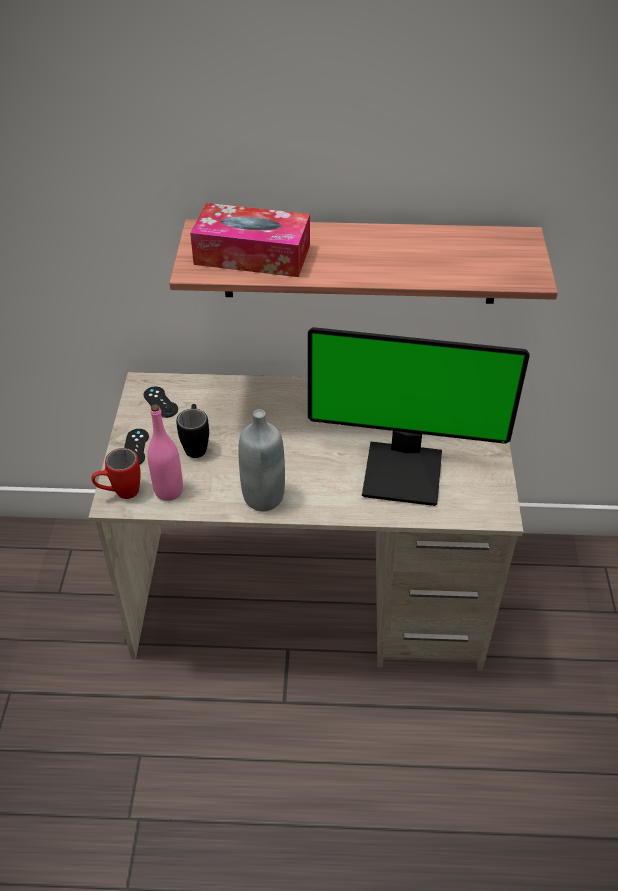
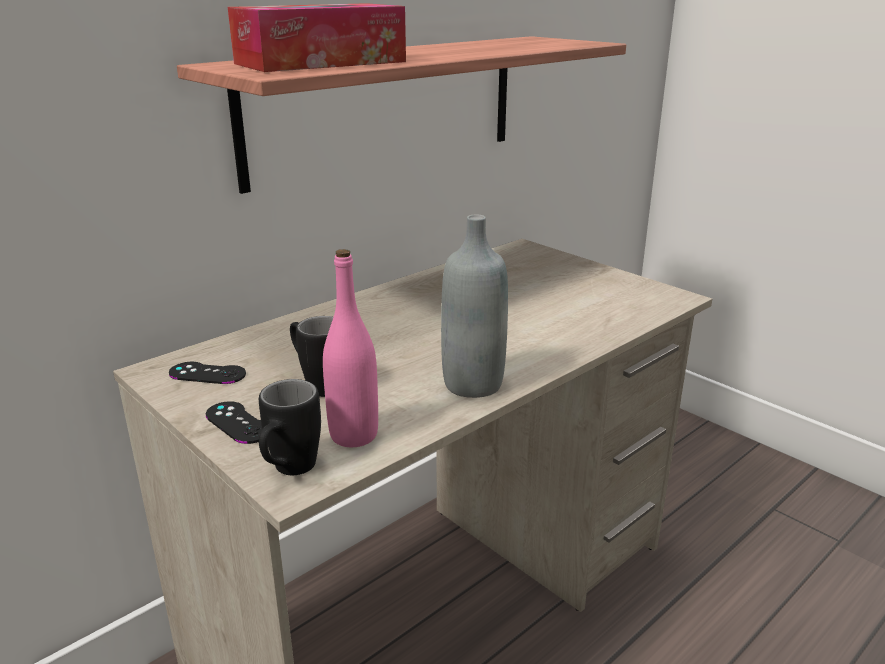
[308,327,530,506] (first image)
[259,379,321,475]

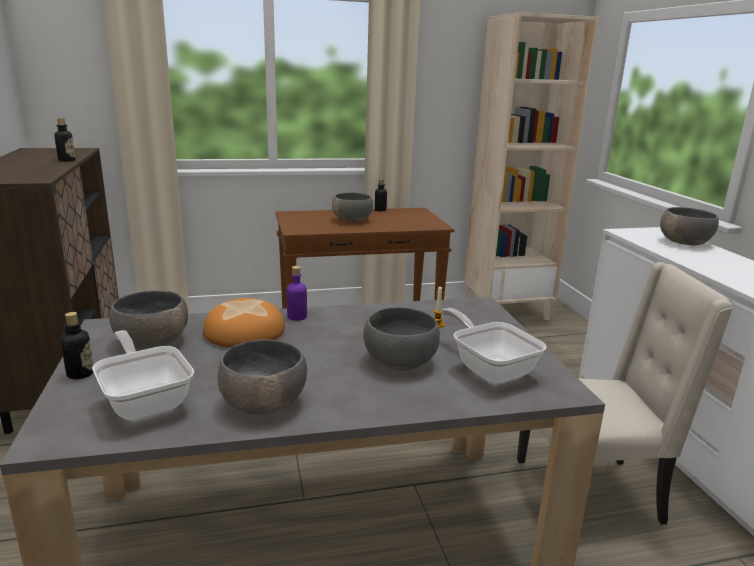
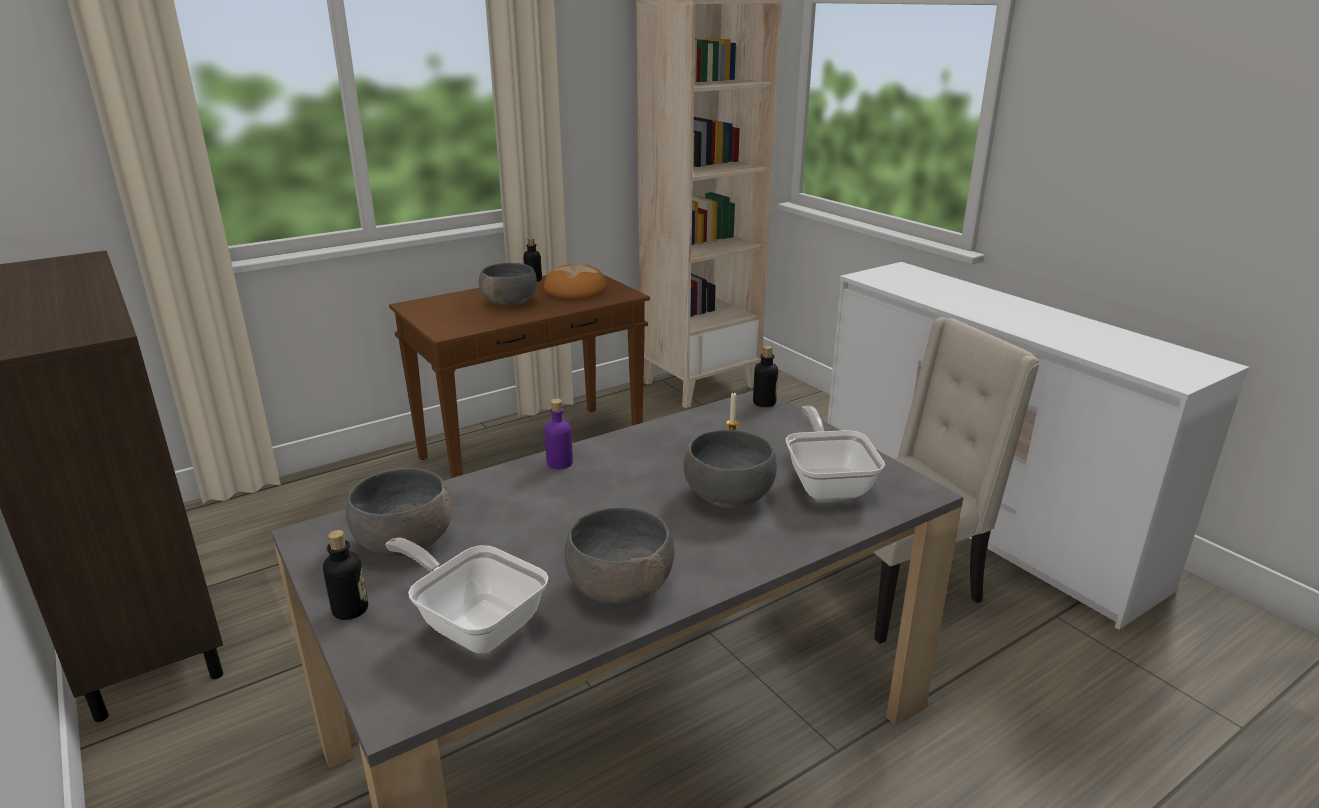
[660,207,719,246] (first image)
[753,345,778,407]
[544,264,607,298]
[786,406,885,500]

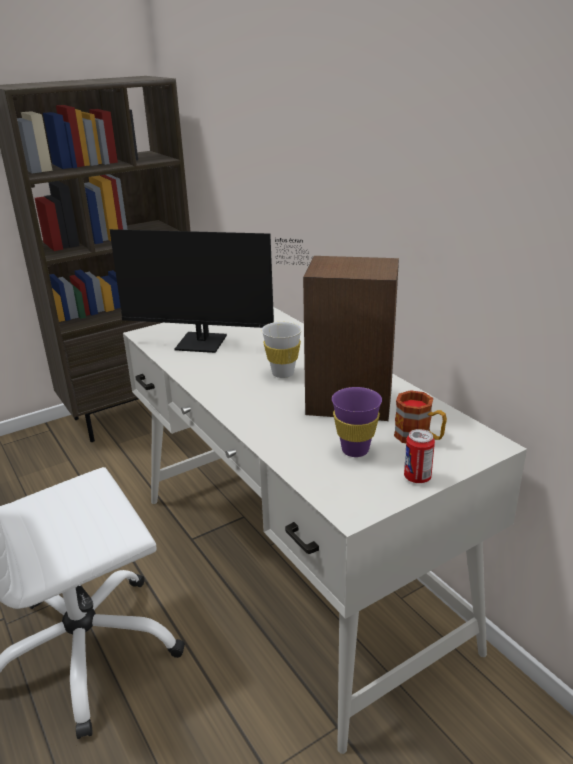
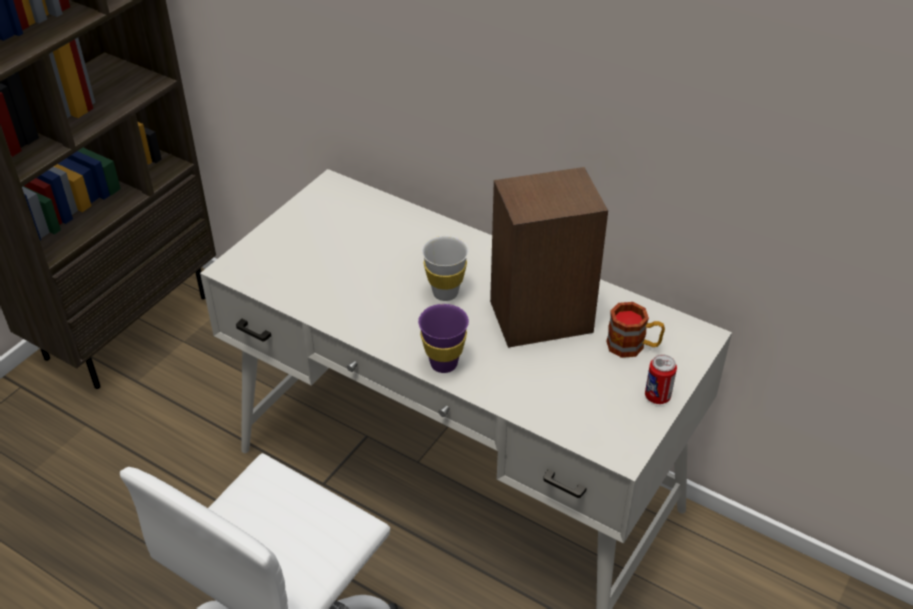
[110,229,309,353] (first image)
[418,304,469,373]

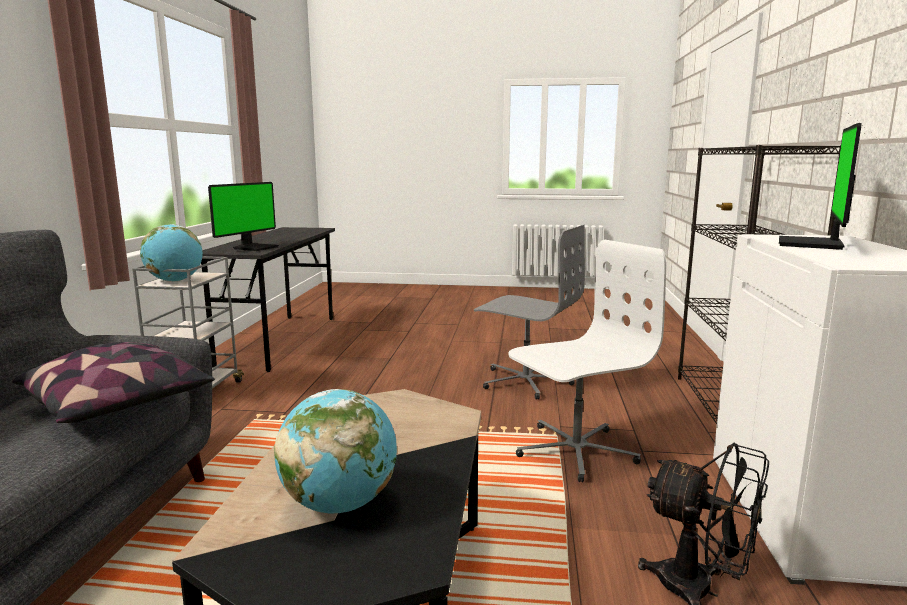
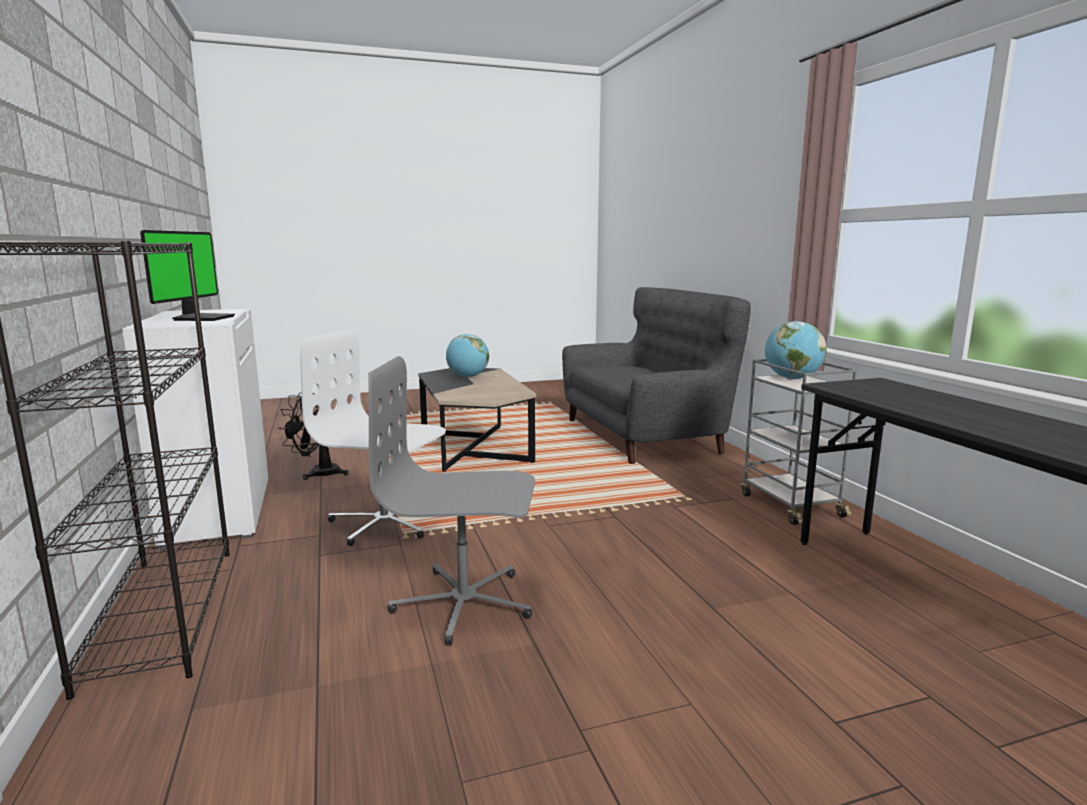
[12,342,215,423] (first image)
[208,182,279,251] (first image)
[300,329,446,546]

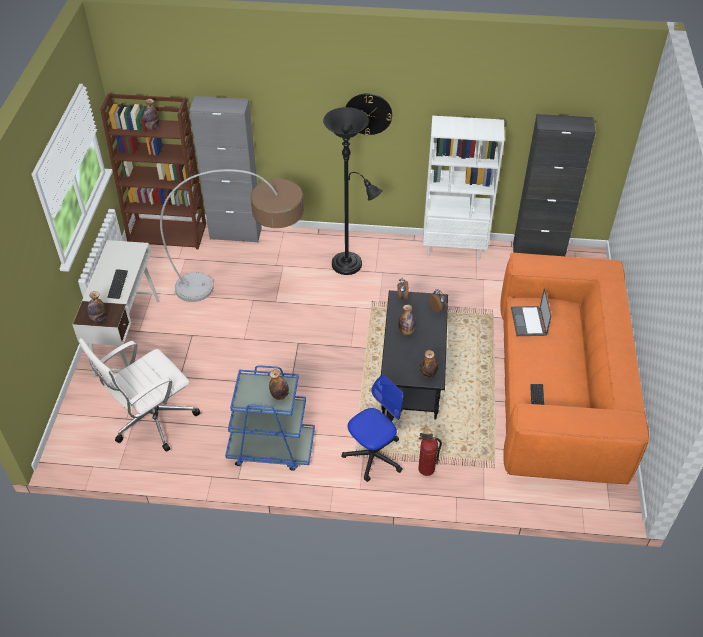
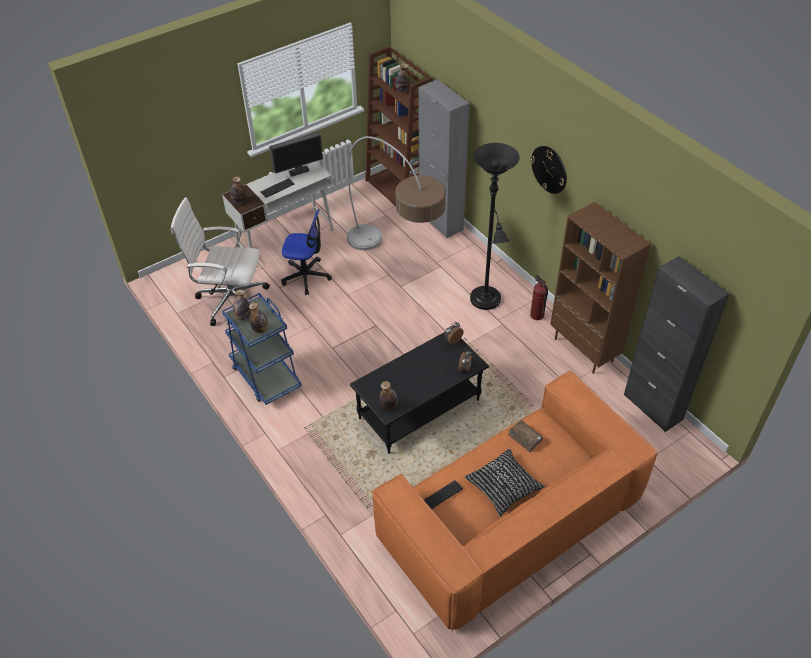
[269,132,323,177]
[465,449,545,517]
[281,209,332,295]
[233,290,251,320]
[530,275,548,320]
[508,420,543,452]
[550,202,651,374]

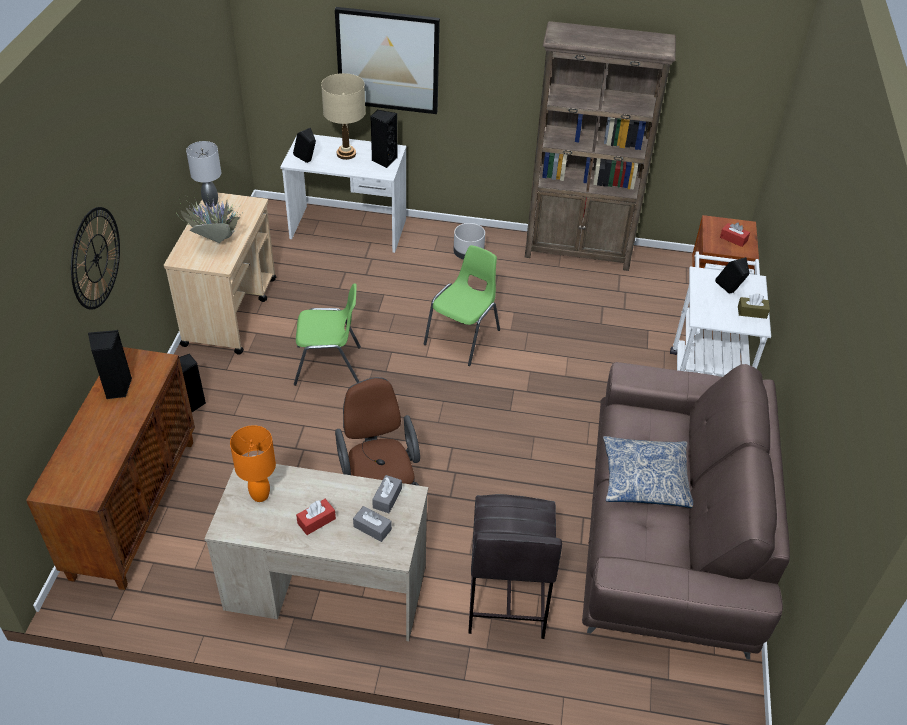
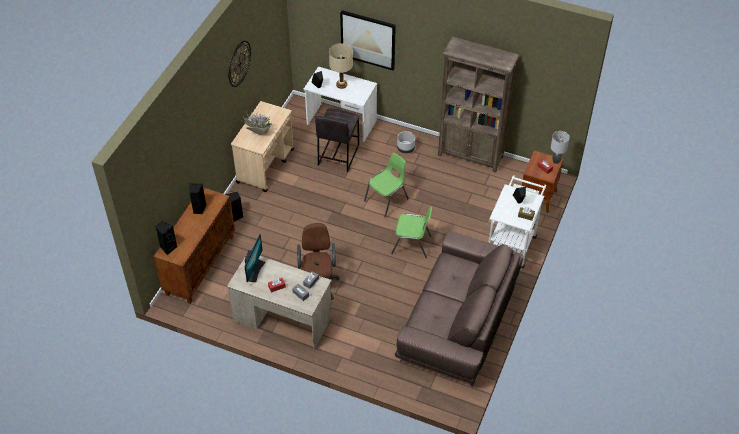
[603,436,693,508] (first image)
[229,41,251,87]
[551,131,570,164]
[391,207,432,258]
[155,221,177,255]
[315,108,359,172]
[245,234,265,283]

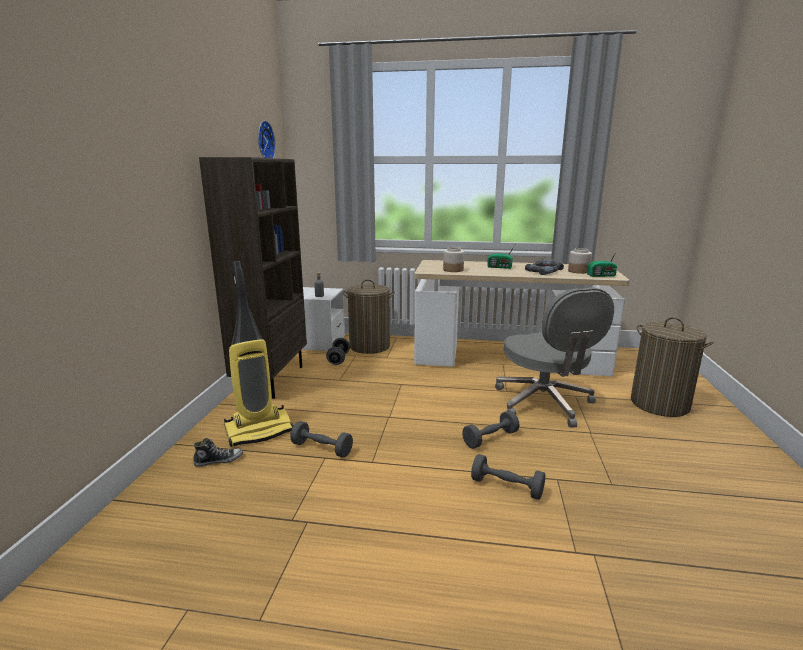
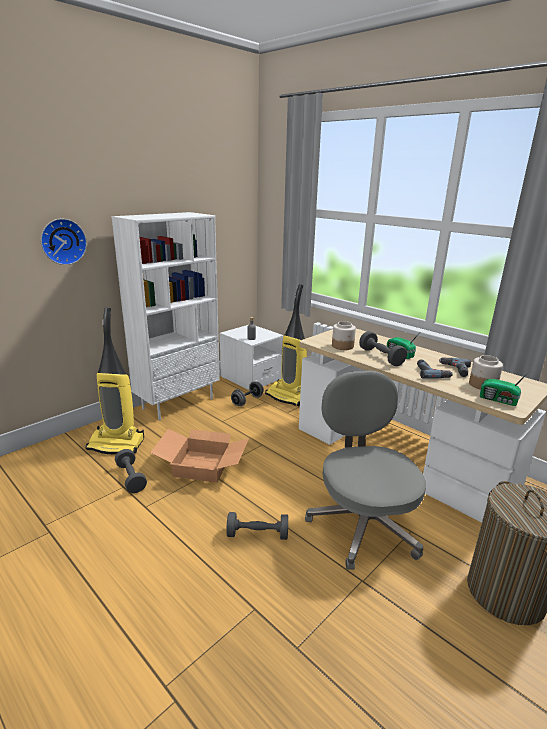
[193,438,243,467] (first image)
[150,429,249,483]
[41,218,87,265]
[359,331,407,366]
[265,284,307,406]
[111,212,220,420]
[305,371,426,569]

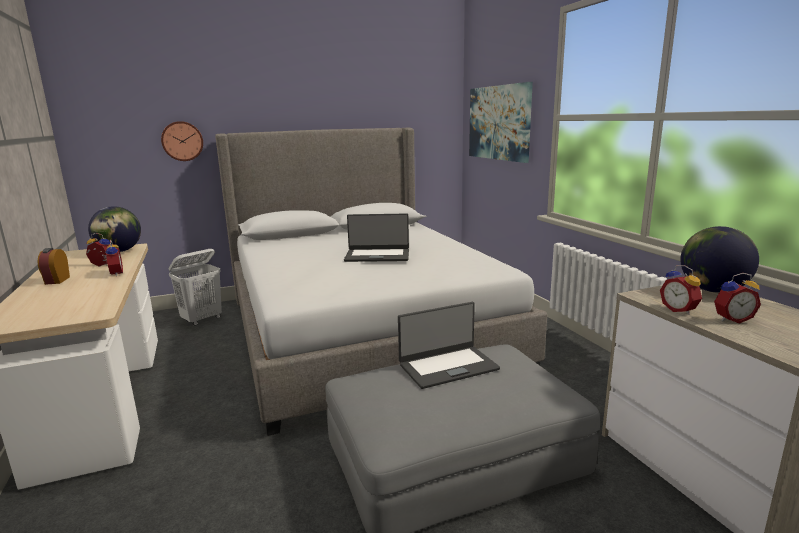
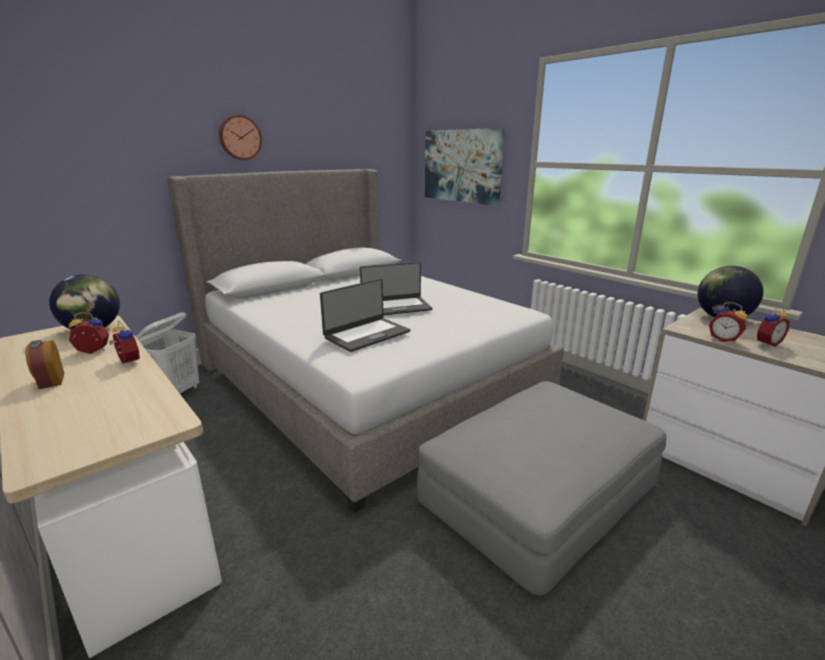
[219,115,262,160]
[320,279,410,352]

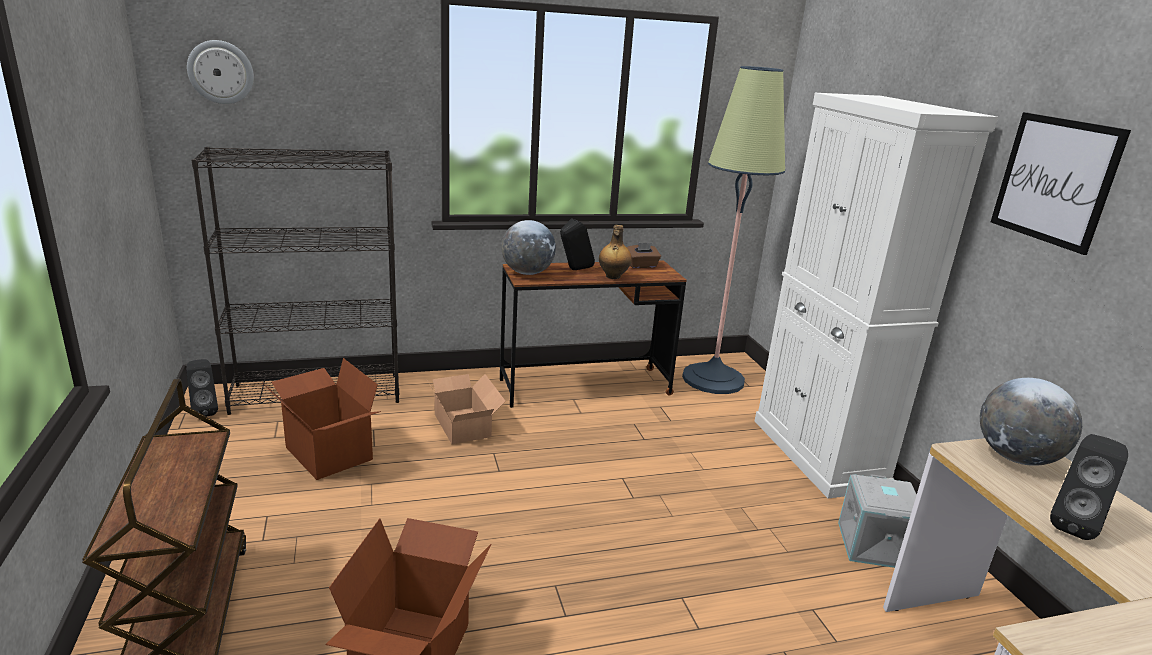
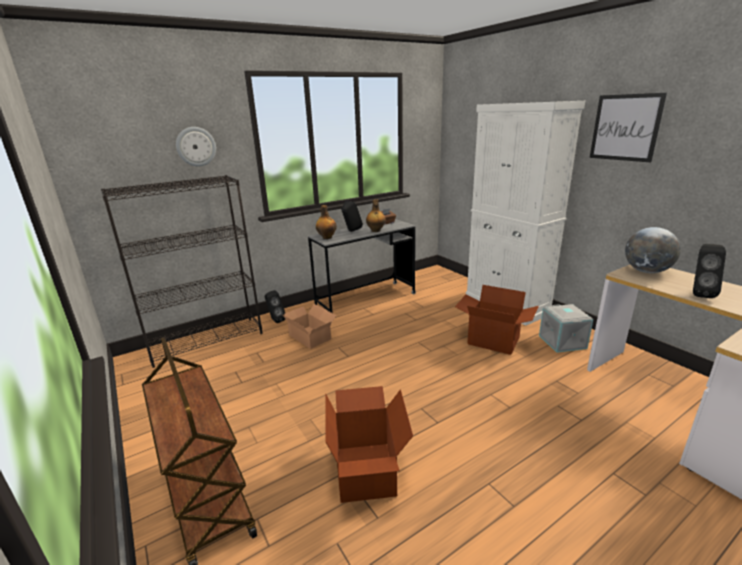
[682,66,785,394] (first image)
[265,290,285,323]
[176,127,216,166]
[455,285,539,355]
[316,205,337,239]
[308,219,416,313]

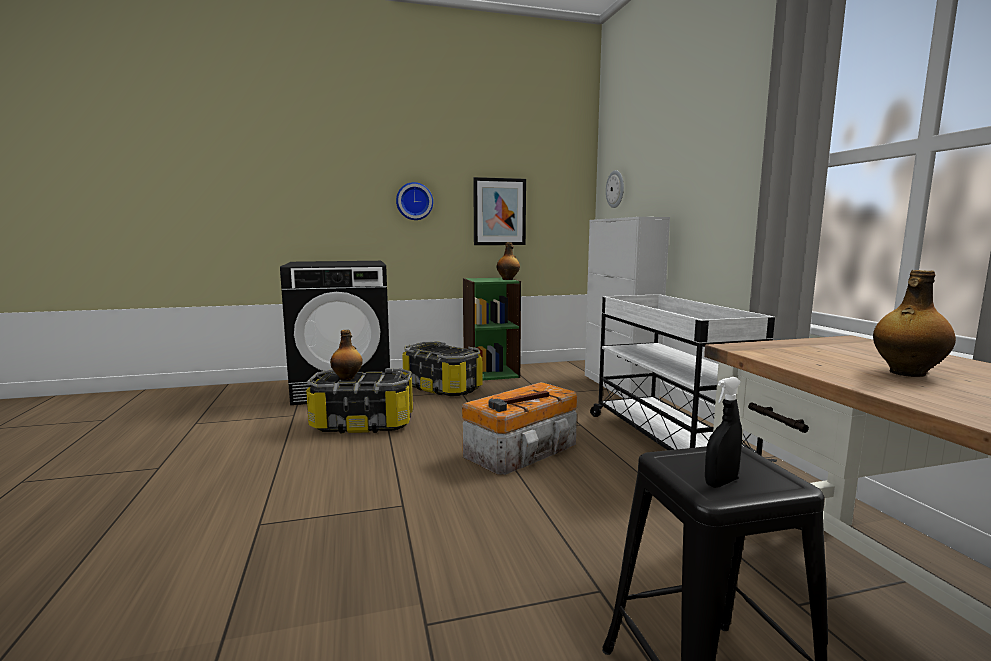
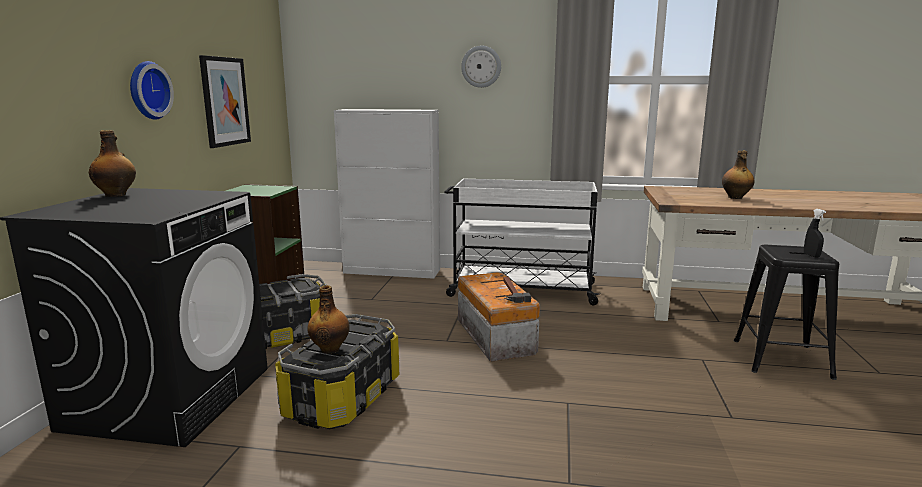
[89,130,136,197]
[461,46,501,88]

